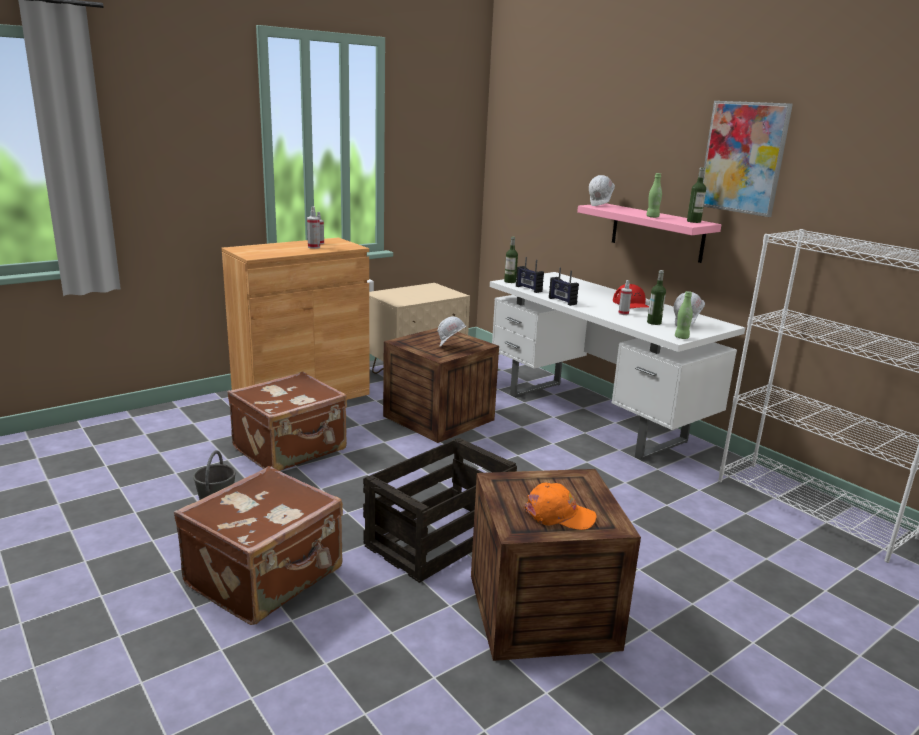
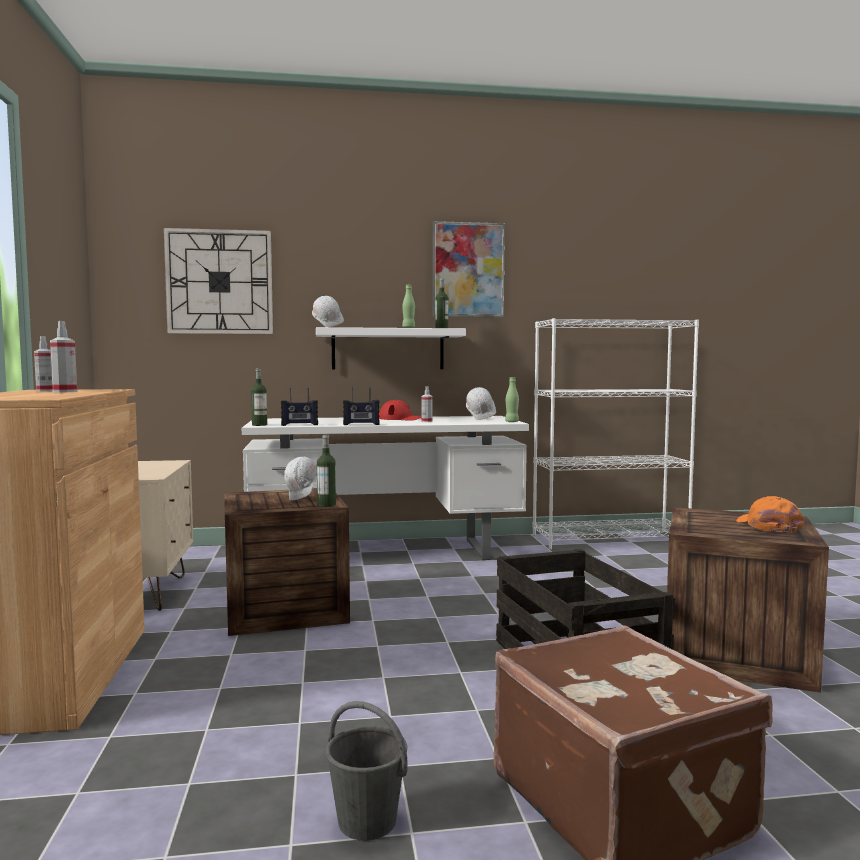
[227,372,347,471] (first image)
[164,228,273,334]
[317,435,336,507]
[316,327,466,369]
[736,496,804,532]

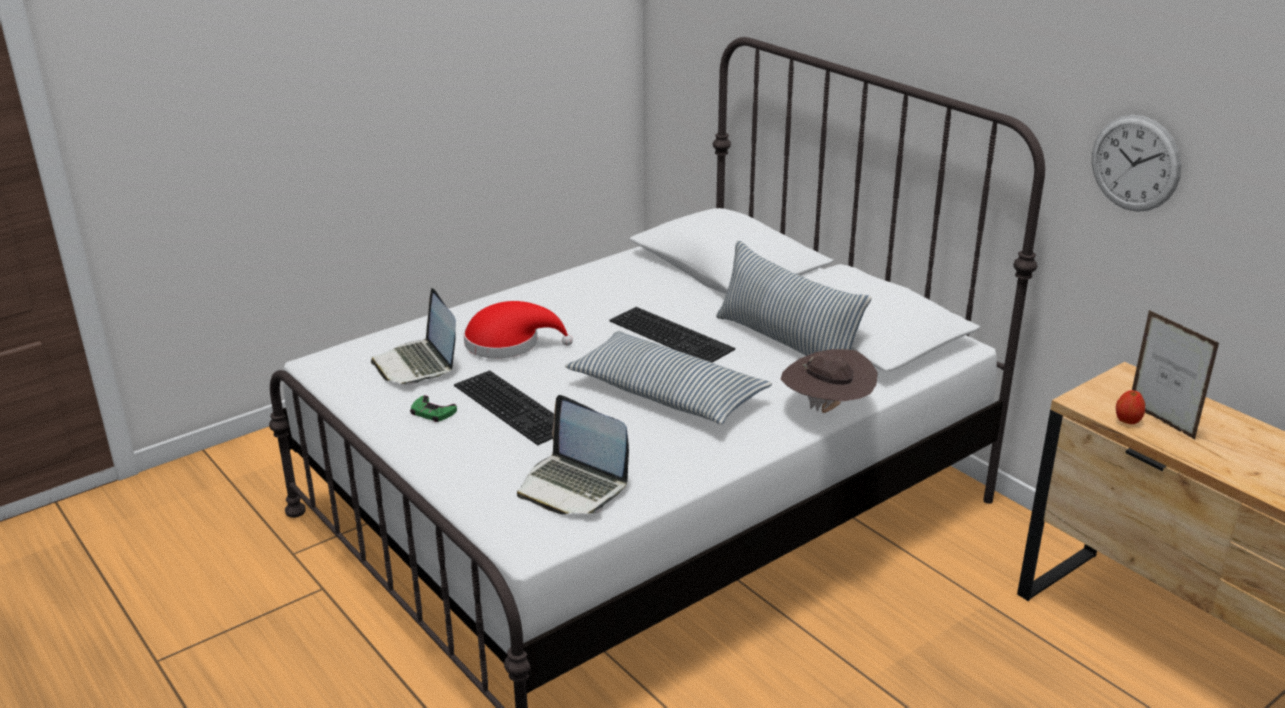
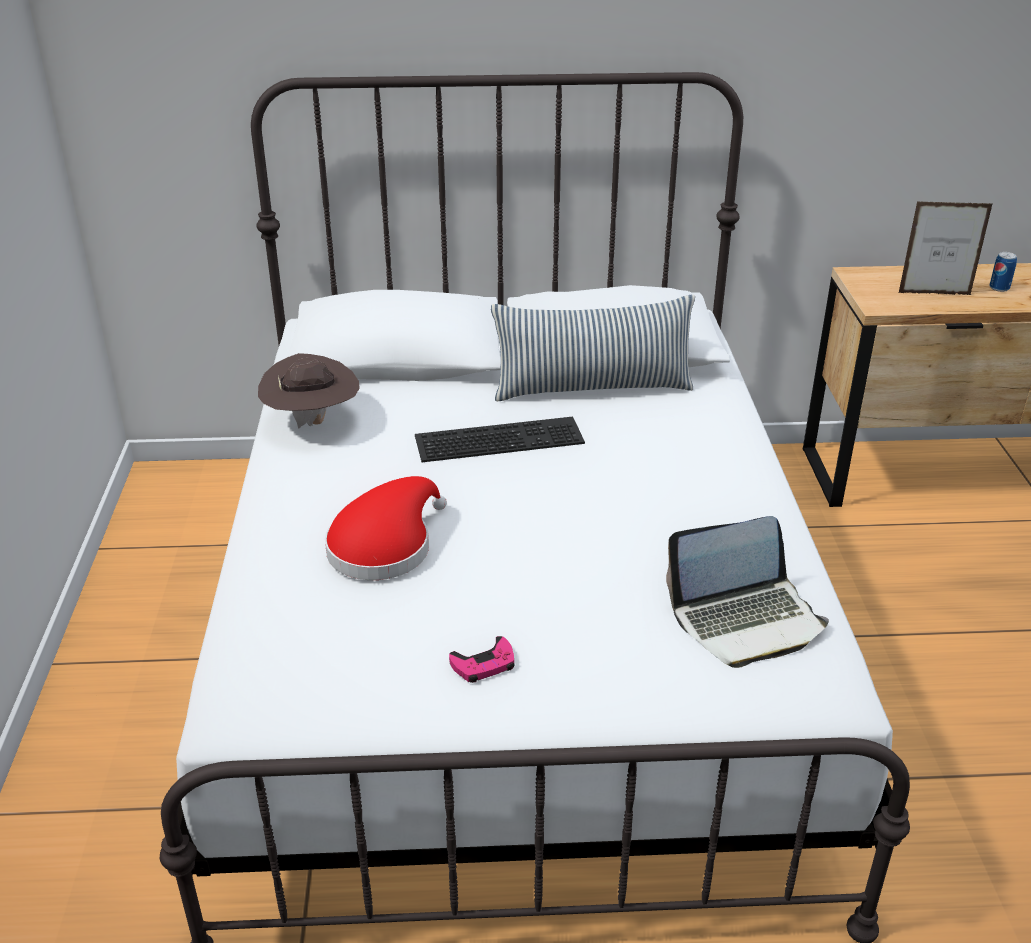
[371,288,456,385] (first image)
[454,370,554,445] (first image)
[565,331,772,424] (first image)
[1092,115,1181,212] (first image)
[1116,390,1145,424] (first image)
[989,252,1017,292]
[258,353,360,429]
[449,636,515,683]

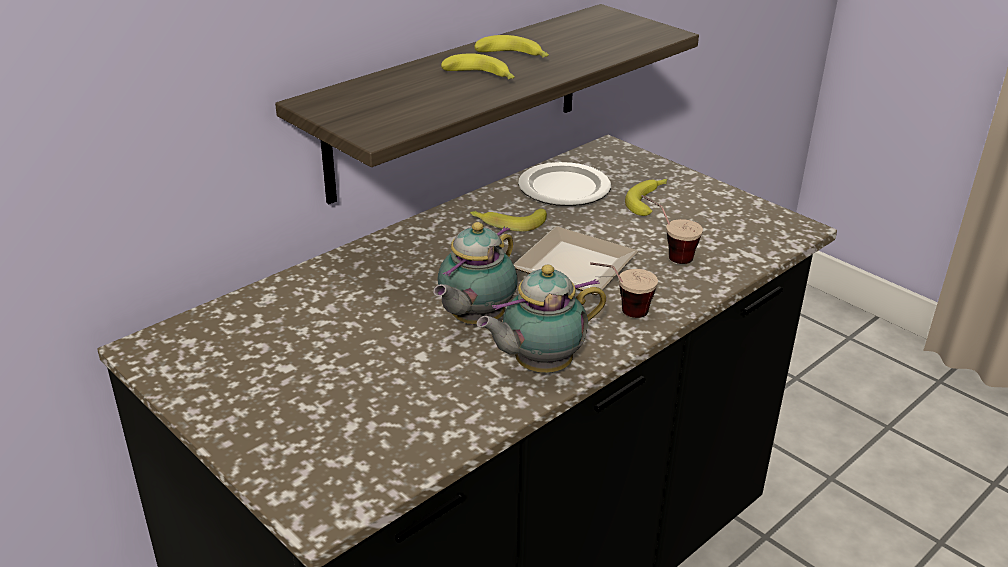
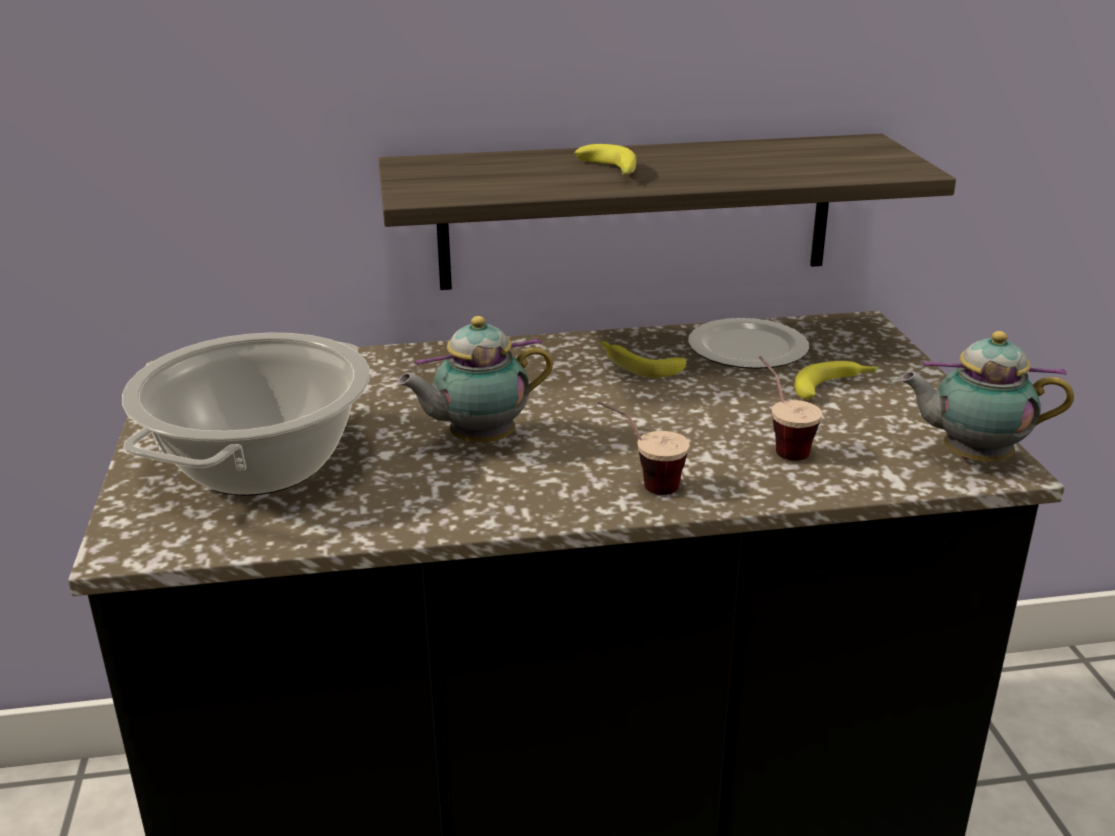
[474,35,549,57] (first image)
[513,227,638,295] (first image)
[122,333,370,496]
[900,331,1074,462]

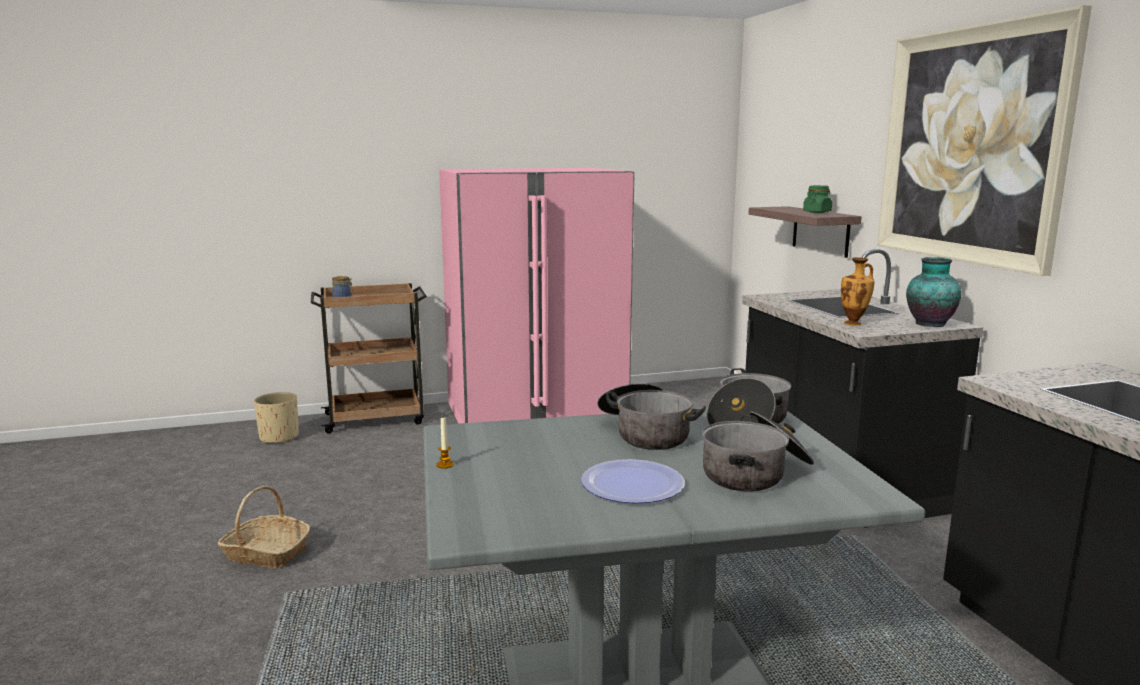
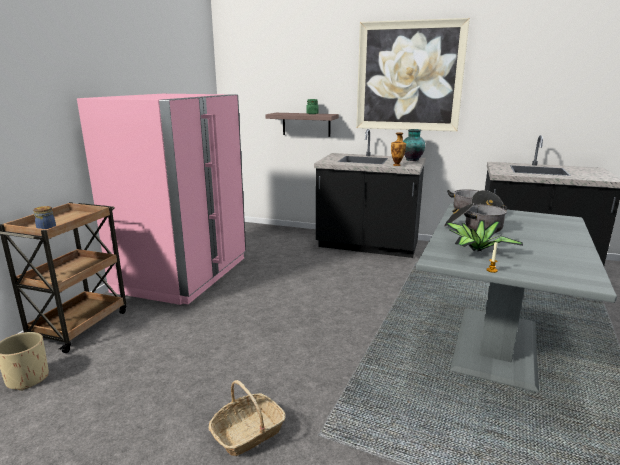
[581,459,685,503] (first image)
[702,411,814,491] (first image)
[445,220,523,251]

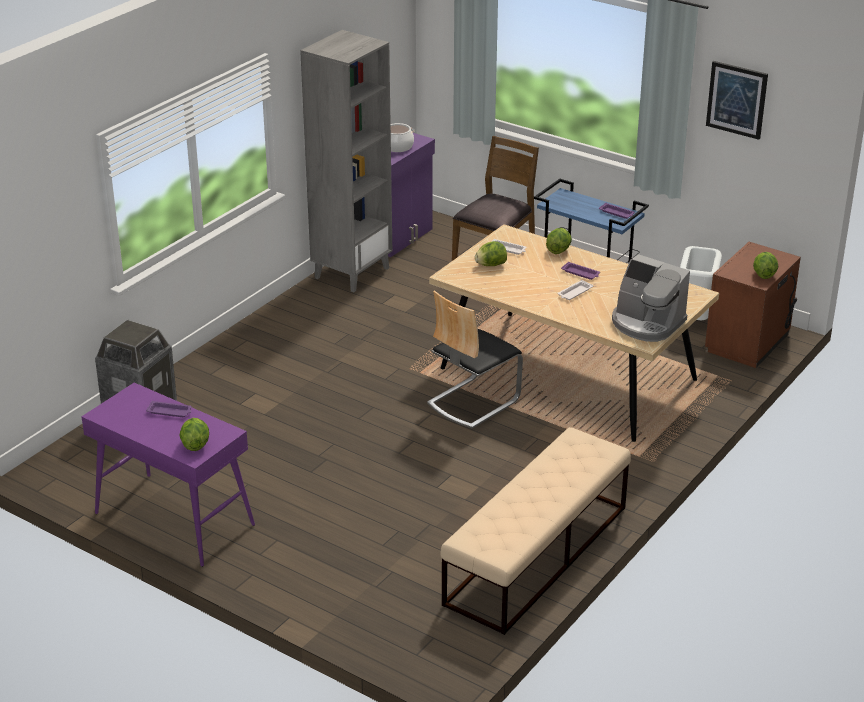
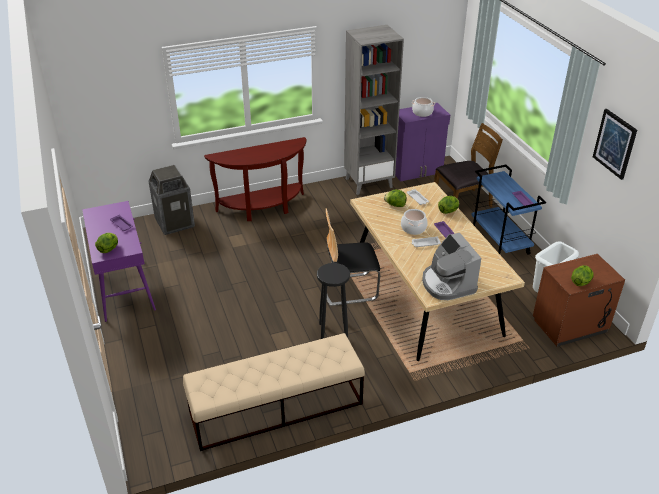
[204,137,307,221]
[317,263,350,339]
[401,209,428,235]

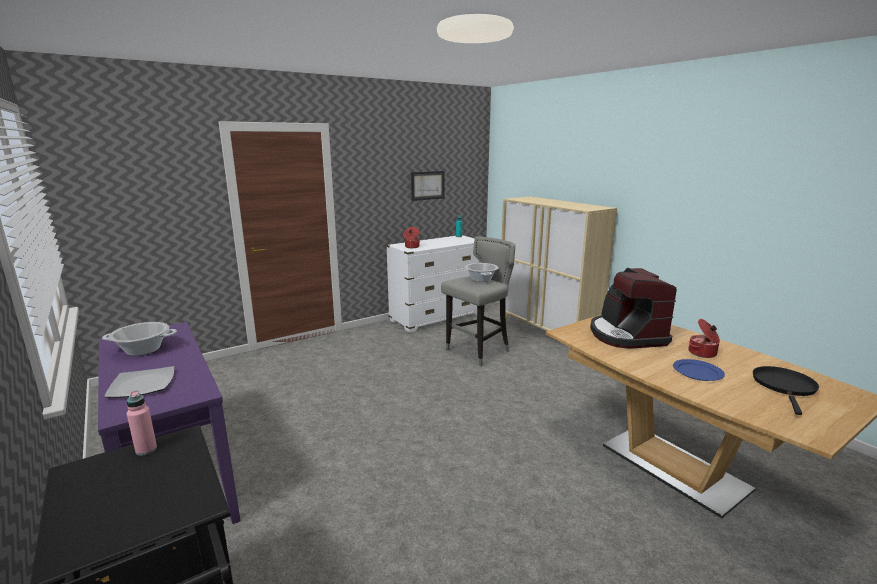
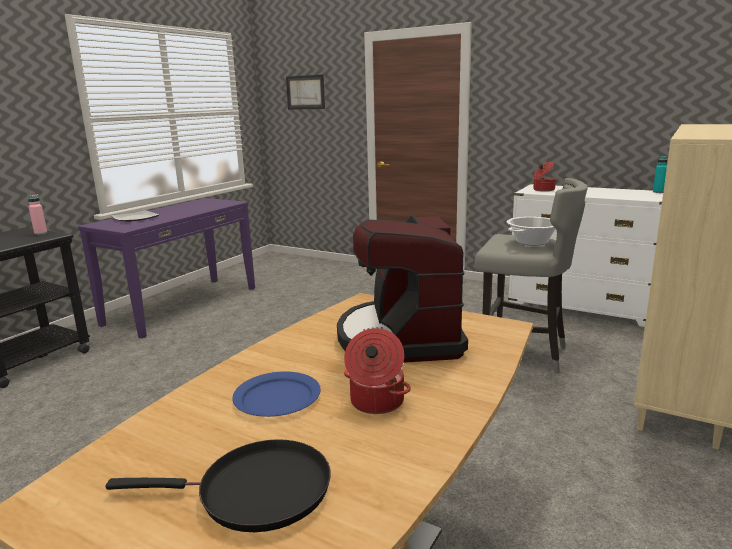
[102,322,177,356] (first image)
[286,75,325,110]
[337,215,468,363]

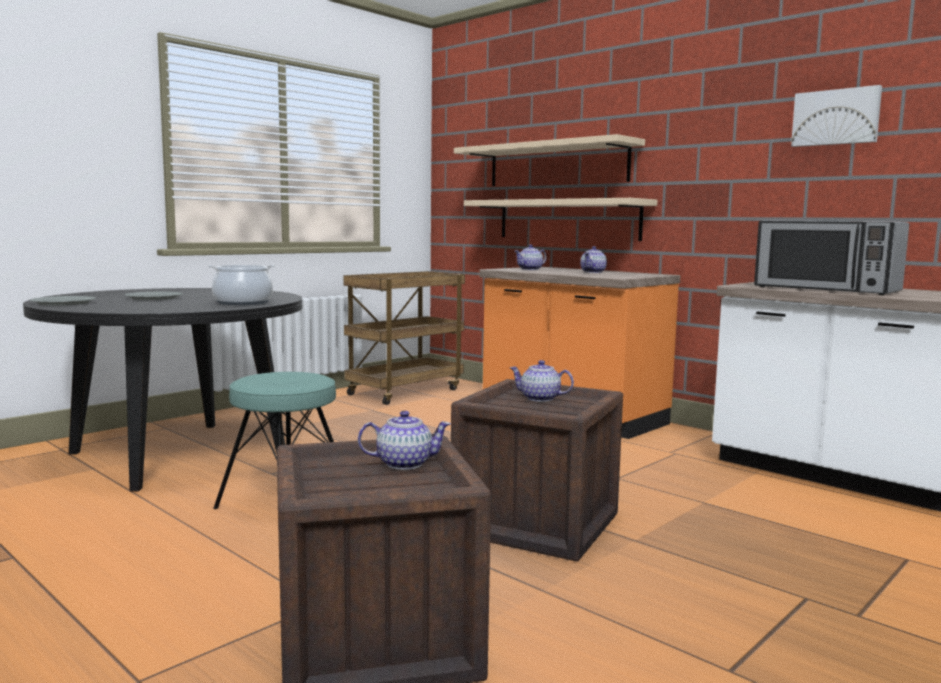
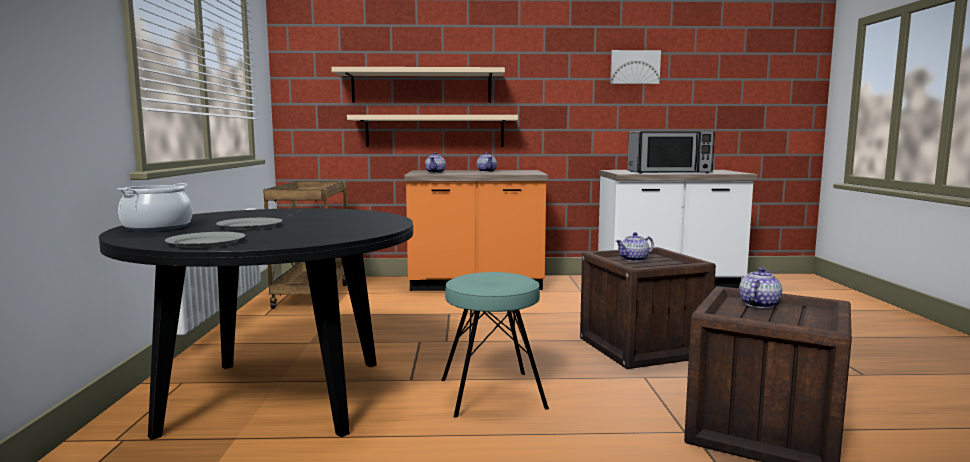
[118,183,193,232]

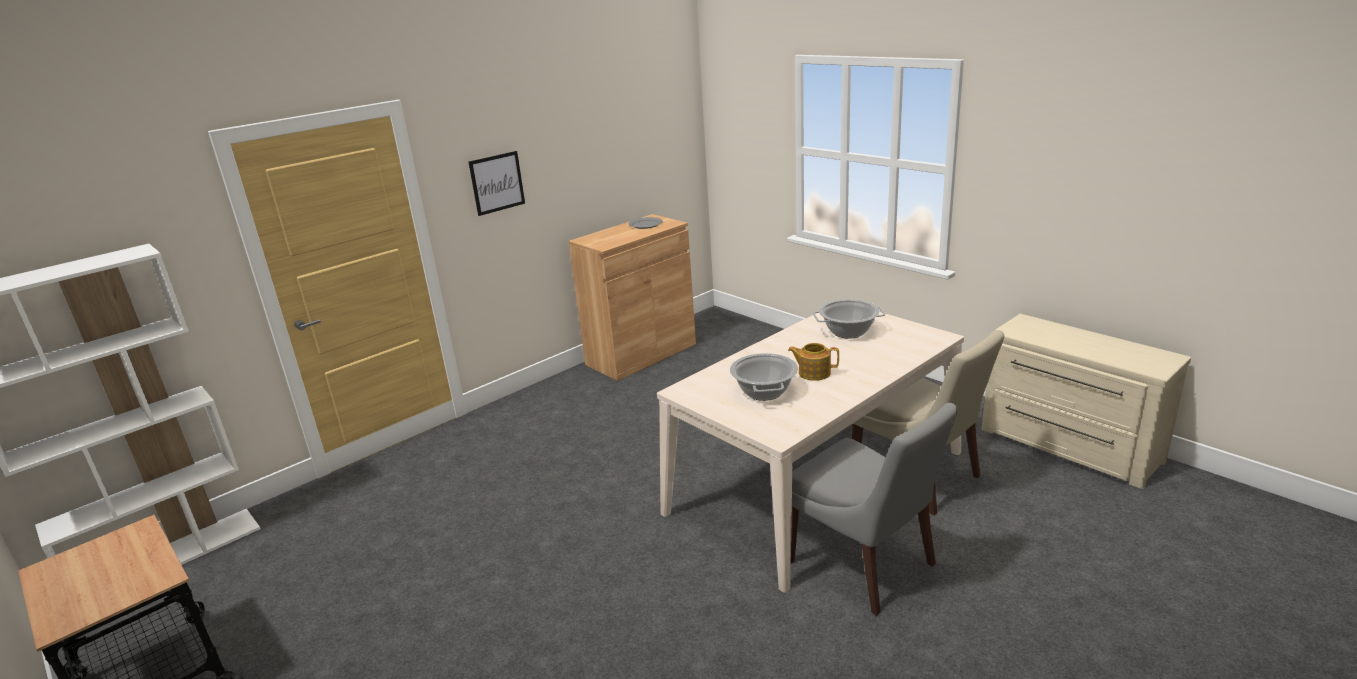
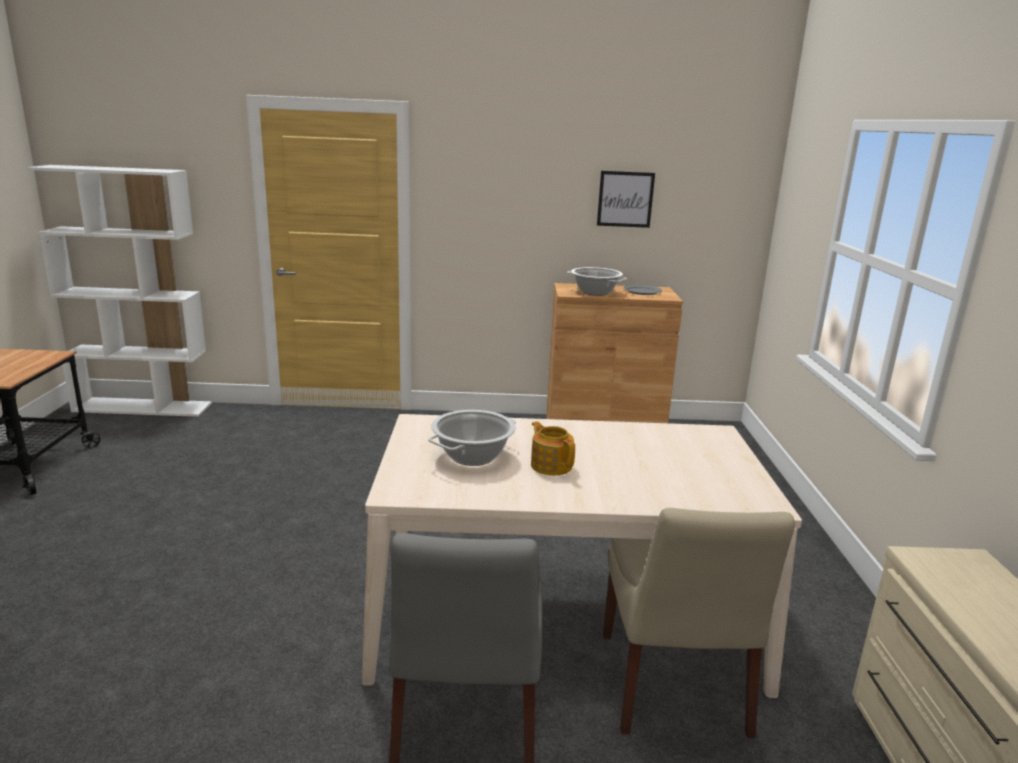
[597,171,655,228]
[567,267,627,296]

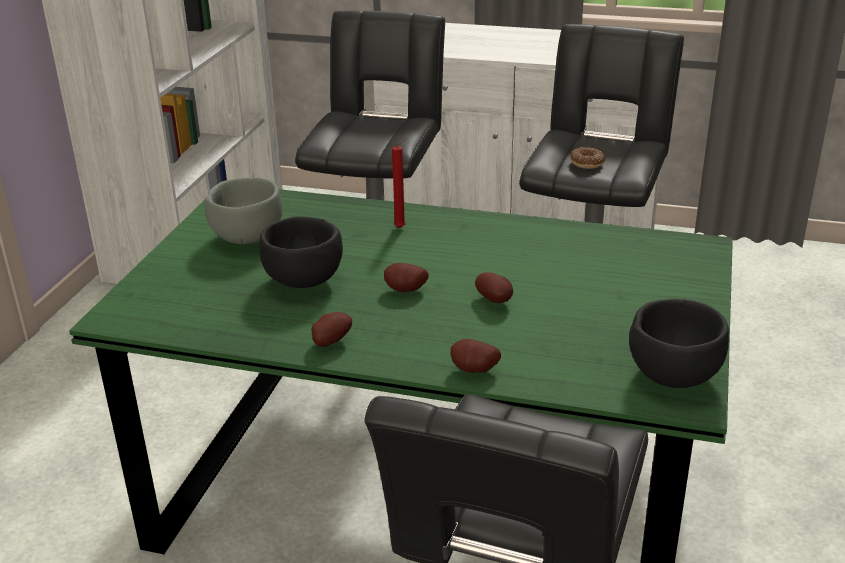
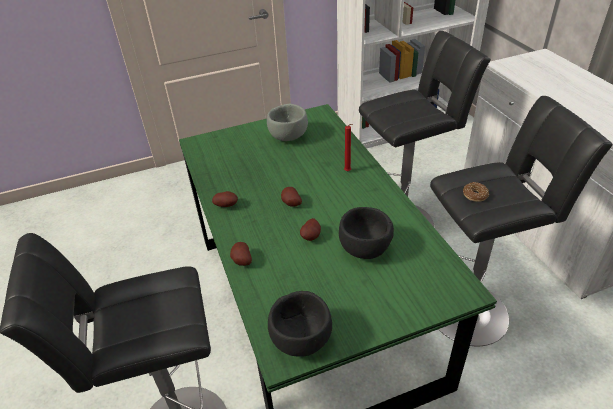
[339,207,394,259]

